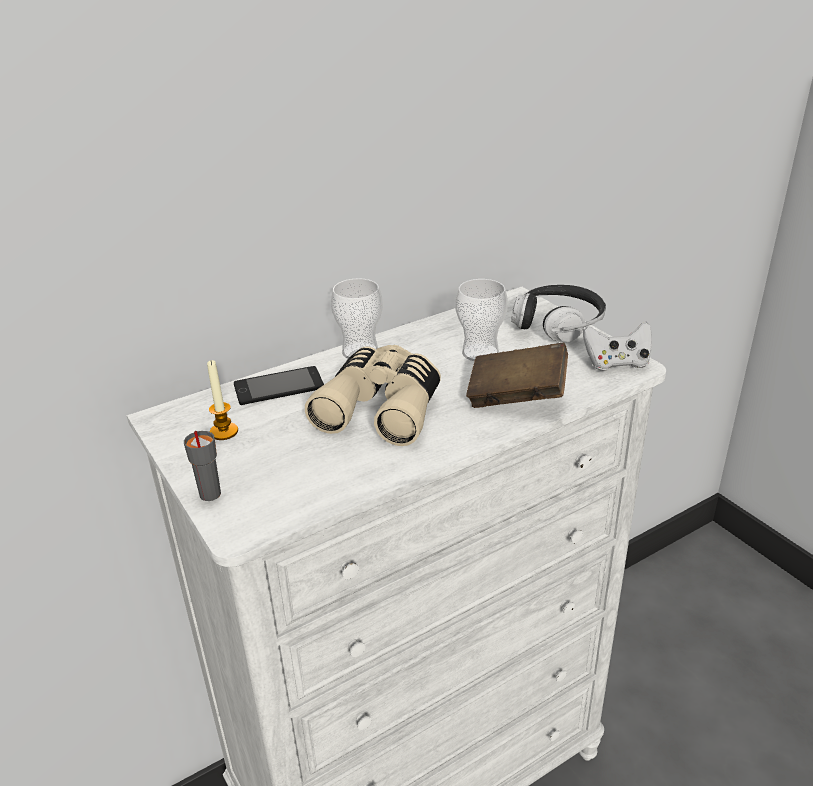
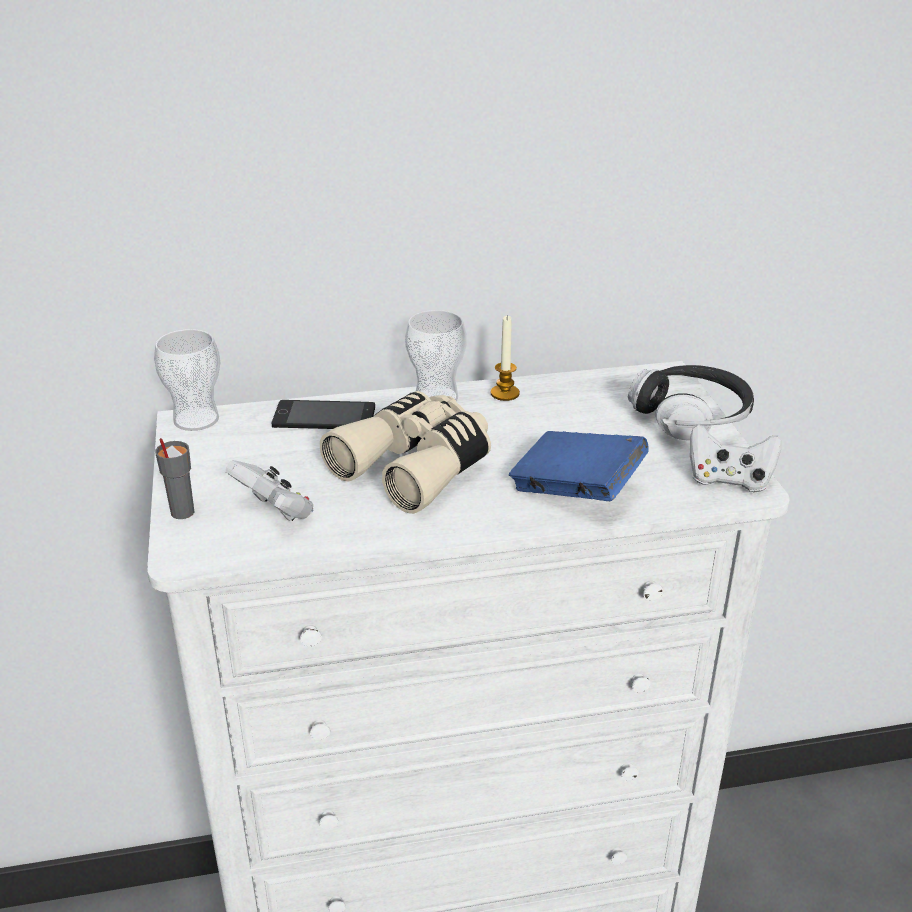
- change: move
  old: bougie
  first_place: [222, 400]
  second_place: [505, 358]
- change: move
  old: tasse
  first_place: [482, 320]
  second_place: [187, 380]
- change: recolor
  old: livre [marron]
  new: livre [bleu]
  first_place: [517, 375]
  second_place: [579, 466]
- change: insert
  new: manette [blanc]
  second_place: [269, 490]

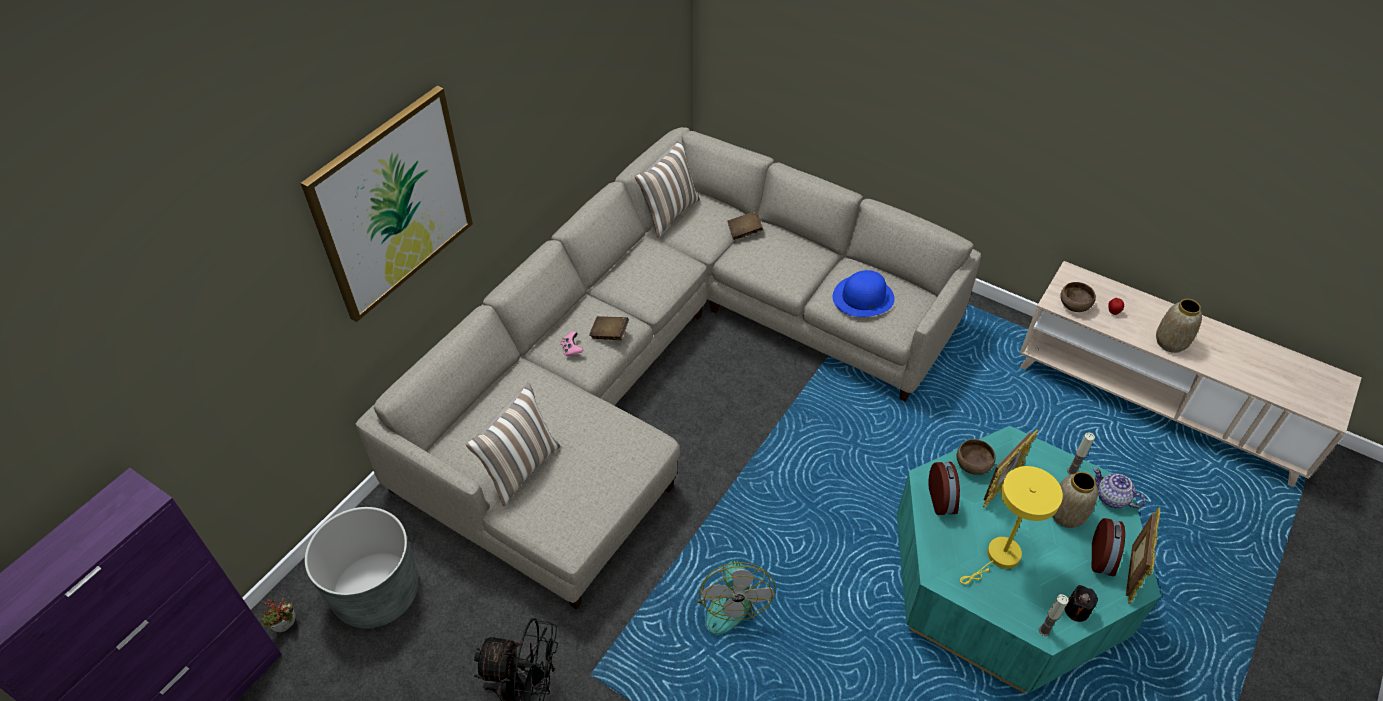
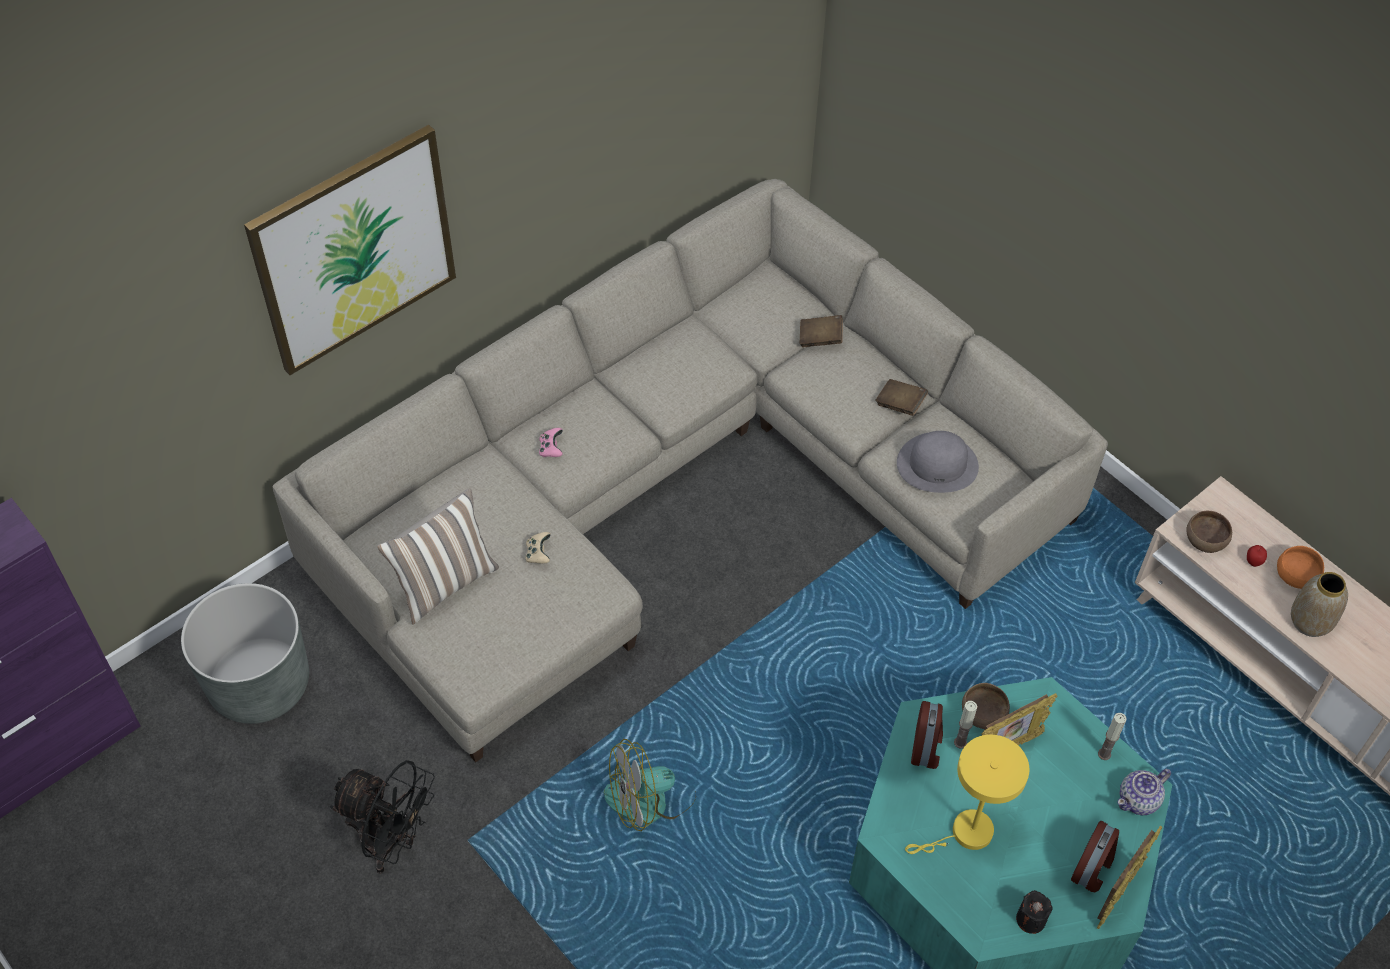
- change: delete
  old: plante en pot
  first_place: [279, 615]
- change: move
  old: livre [marron]
  first_place: [609, 328]
  second_place: [901, 397]
- change: delete
  old: coussin
  first_place: [667, 188]
- change: rotate
  old: ventilateur
  first_place: [736, 597]
  second_place: [650, 785]
  degrees: 60
- change: recolor
  old: chapeau [bleu]
  new: chapeau [gris]
  first_place: [864, 293]
  second_place: [938, 462]
- change: move
  old: bougie
  first_place: [1054, 615]
  second_place: [965, 725]
- change: delete
  old: vase
  first_place: [1075, 500]
- change: rotate
  old: théière
  first_place: [1119, 488]
  second_place: [1144, 792]
  degrees: -90
- change: insert
  new: manette [beige]
  second_place: [538, 548]
- change: insert
  new: bol [orange]
  second_place: [1300, 567]

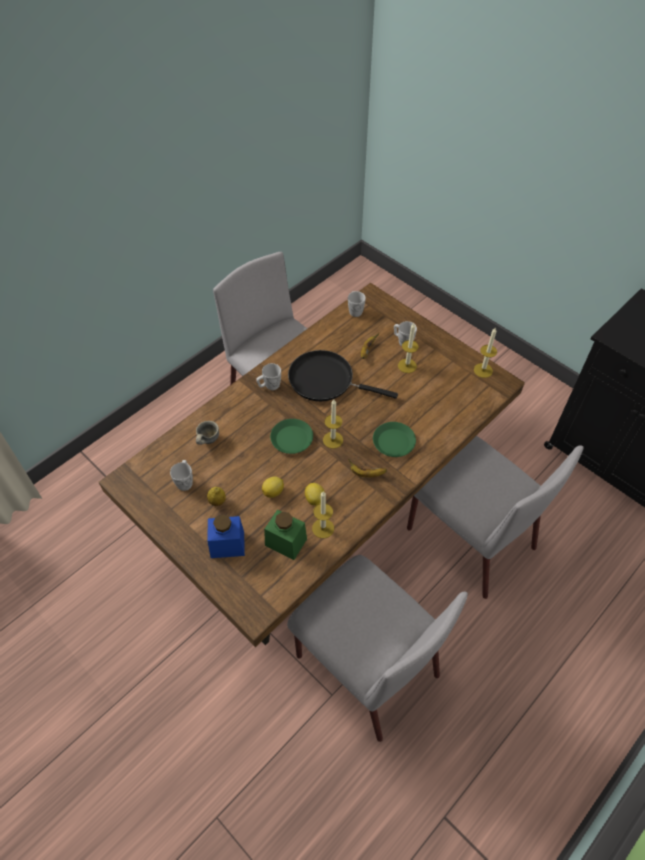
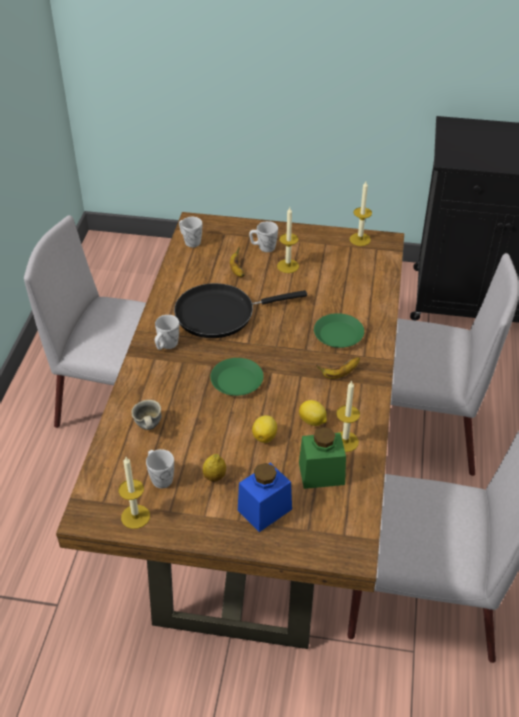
- change: move
  old: bougie
  first_place: [333, 424]
  second_place: [134, 493]

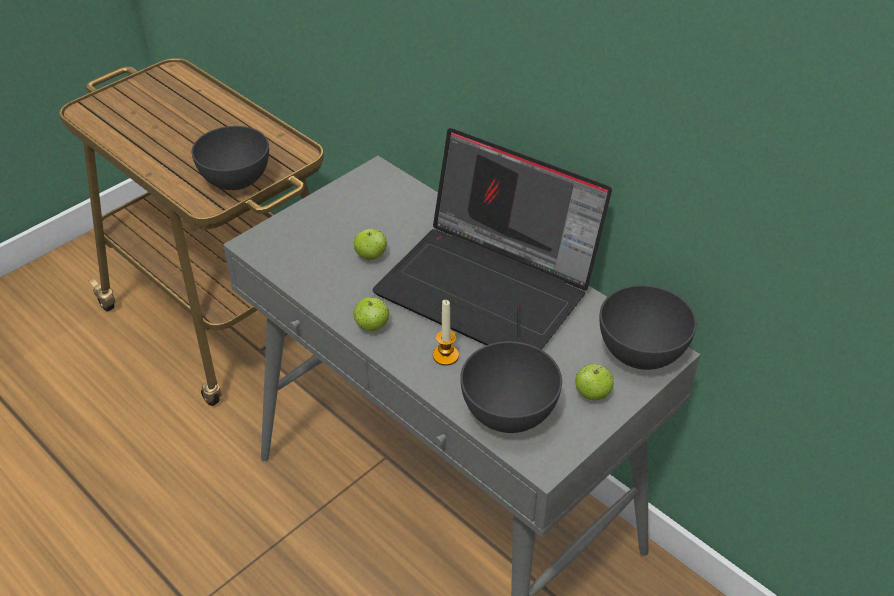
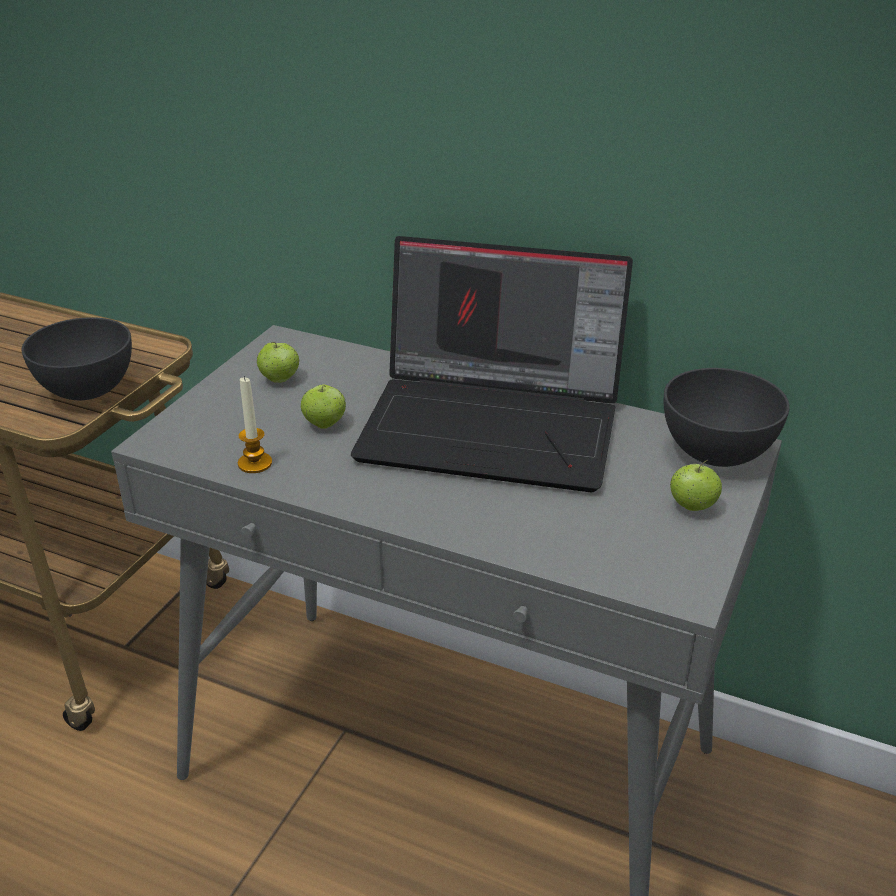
- change: move
  old: pomme
  first_place: [371, 314]
  second_place: [278, 362]
- change: move
  old: bougie
  first_place: [446, 333]
  second_place: [255, 424]
- change: delete
  old: bol [gris]
  first_place: [511, 387]

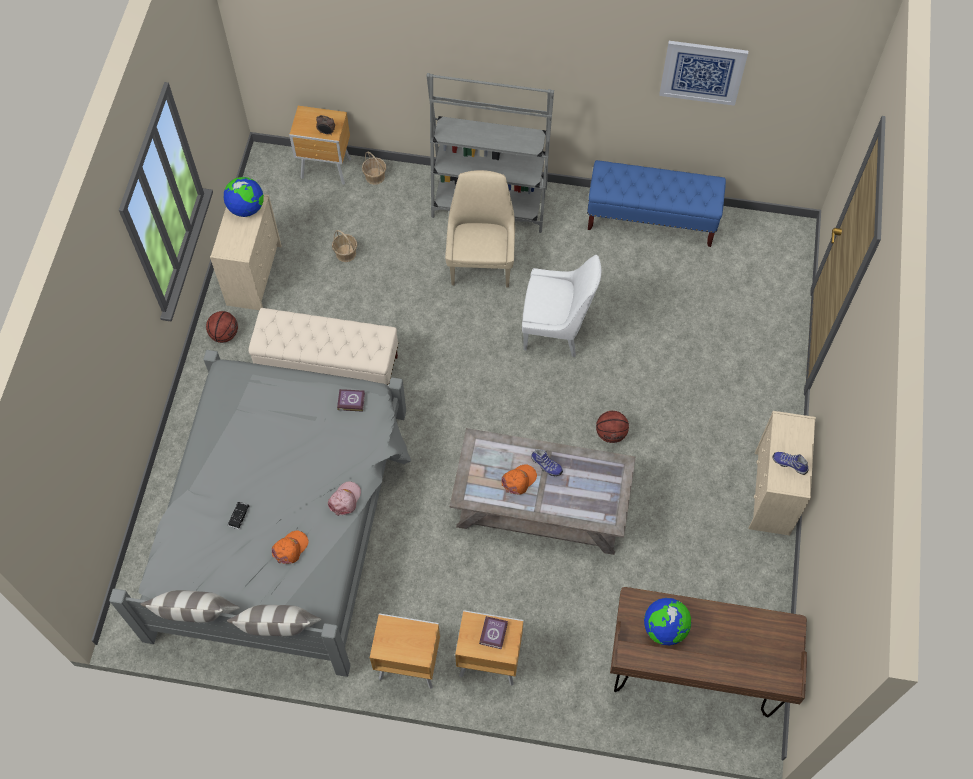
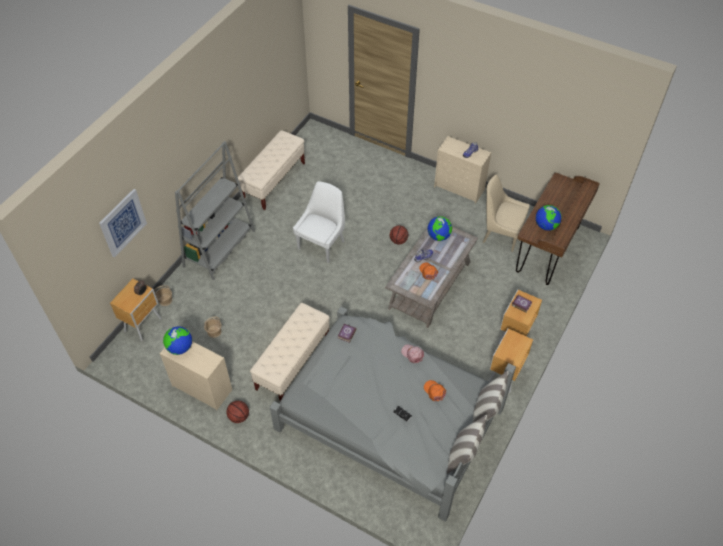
- change: move
  old: chaise [beige]
  first_place: [480, 228]
  second_place: [506, 213]
- change: recolor
  old: banc [bleu]
  new: banc [beige]
  first_place: [656, 203]
  second_place: [271, 170]
- change: move
  old: tableau
  first_place: [703, 73]
  second_place: [123, 223]
- change: insert
  new: globe
  second_place: [439, 228]

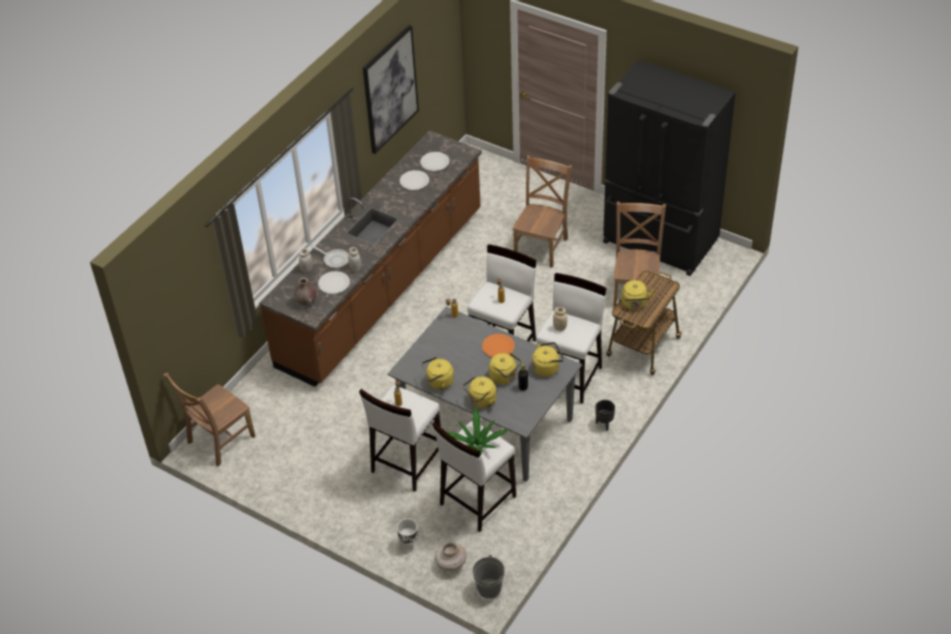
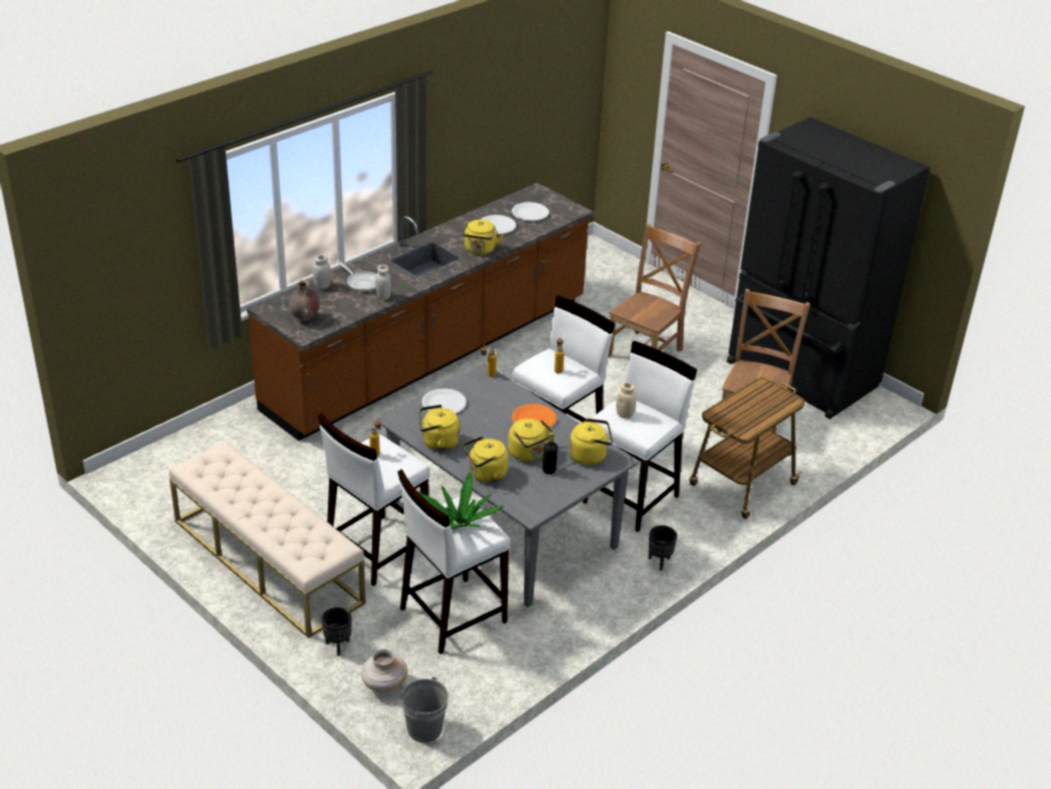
- change: delete
  old: chaise [marron]
  first_place: [209, 420]
- change: move
  old: assiette [blanc]
  first_place: [334, 282]
  second_place: [444, 400]
- change: delete
  old: tableau
  first_place: [391, 89]
- change: recolor
  old: cache-pot [blanc]
  new: cache-pot [noir]
  first_place: [407, 534]
  second_place: [337, 631]
- change: move
  old: bouilloire [jaune]
  first_place: [637, 295]
  second_place: [483, 237]
- change: insert
  new: banc [beige]
  second_place: [267, 539]

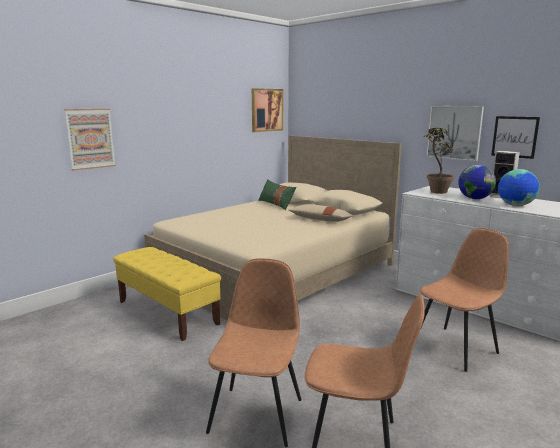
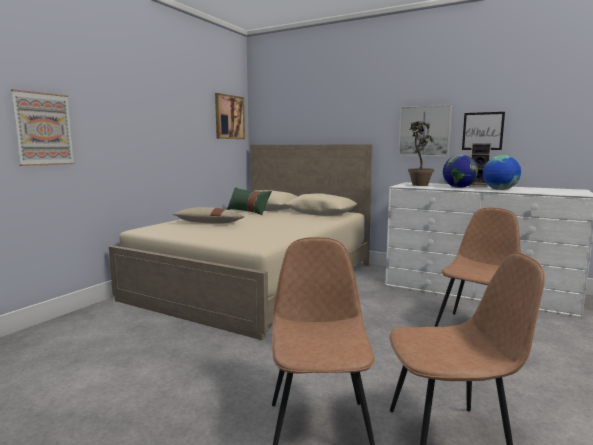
- change: delete
  old: banc [jaune]
  first_place: [167, 294]
- change: move
  old: coussin [beige]
  first_place: [321, 213]
  second_place: [208, 215]

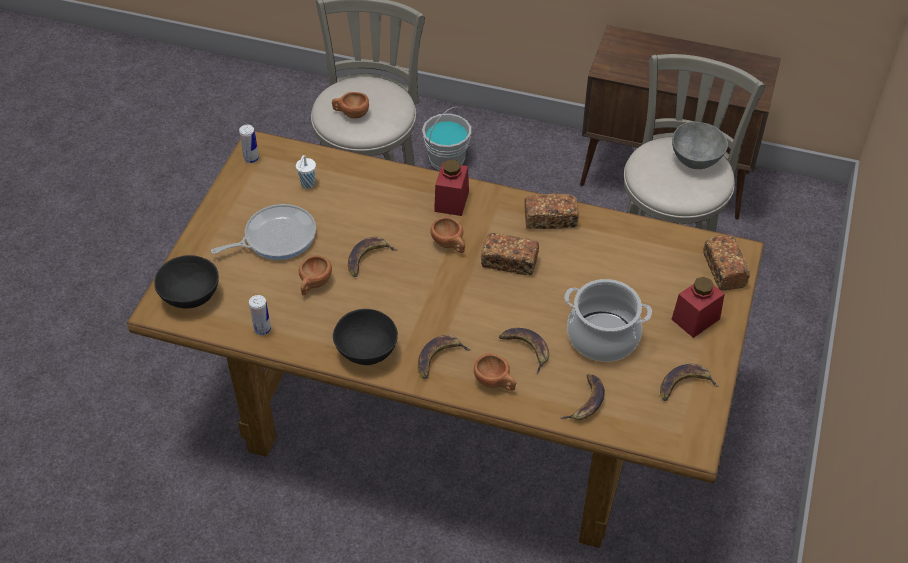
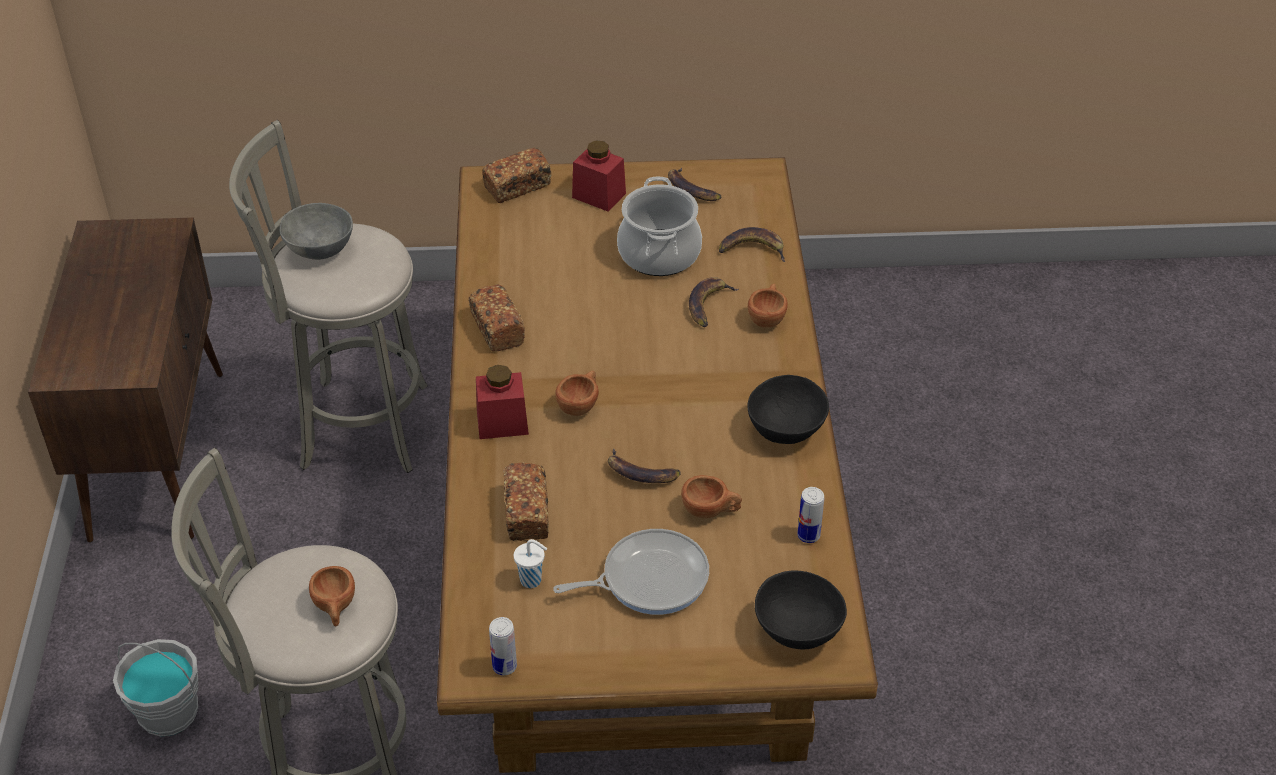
- change: rotate
  old: poêle
  first_place: [263, 232]
  second_place: [631, 572]
  degrees: 120
- change: delete
  old: banane
  first_place: [444, 357]
- change: move
  old: pain
  first_place: [510, 254]
  second_place: [526, 501]

